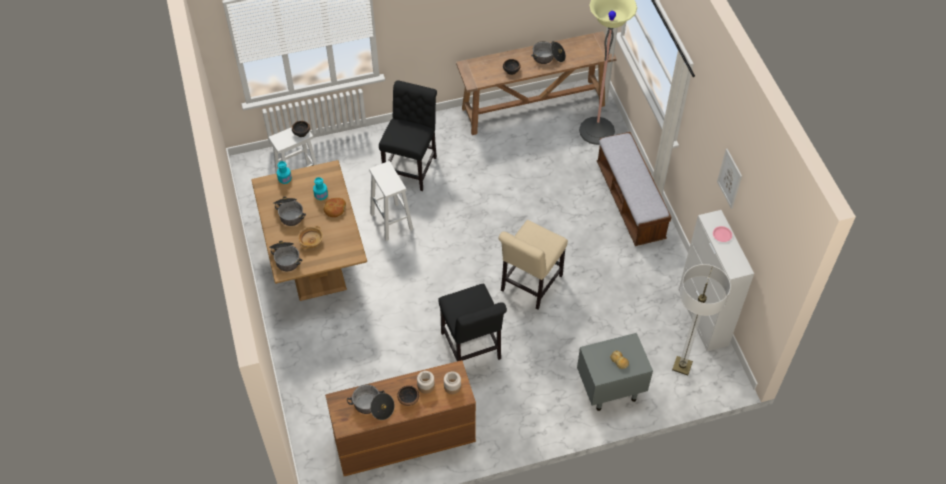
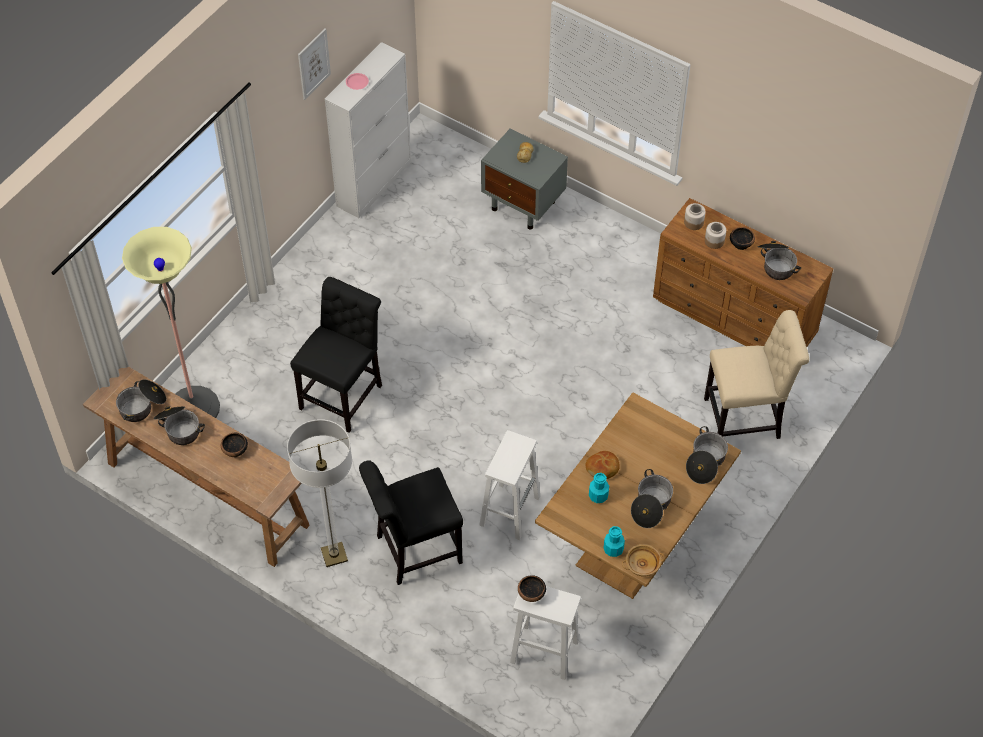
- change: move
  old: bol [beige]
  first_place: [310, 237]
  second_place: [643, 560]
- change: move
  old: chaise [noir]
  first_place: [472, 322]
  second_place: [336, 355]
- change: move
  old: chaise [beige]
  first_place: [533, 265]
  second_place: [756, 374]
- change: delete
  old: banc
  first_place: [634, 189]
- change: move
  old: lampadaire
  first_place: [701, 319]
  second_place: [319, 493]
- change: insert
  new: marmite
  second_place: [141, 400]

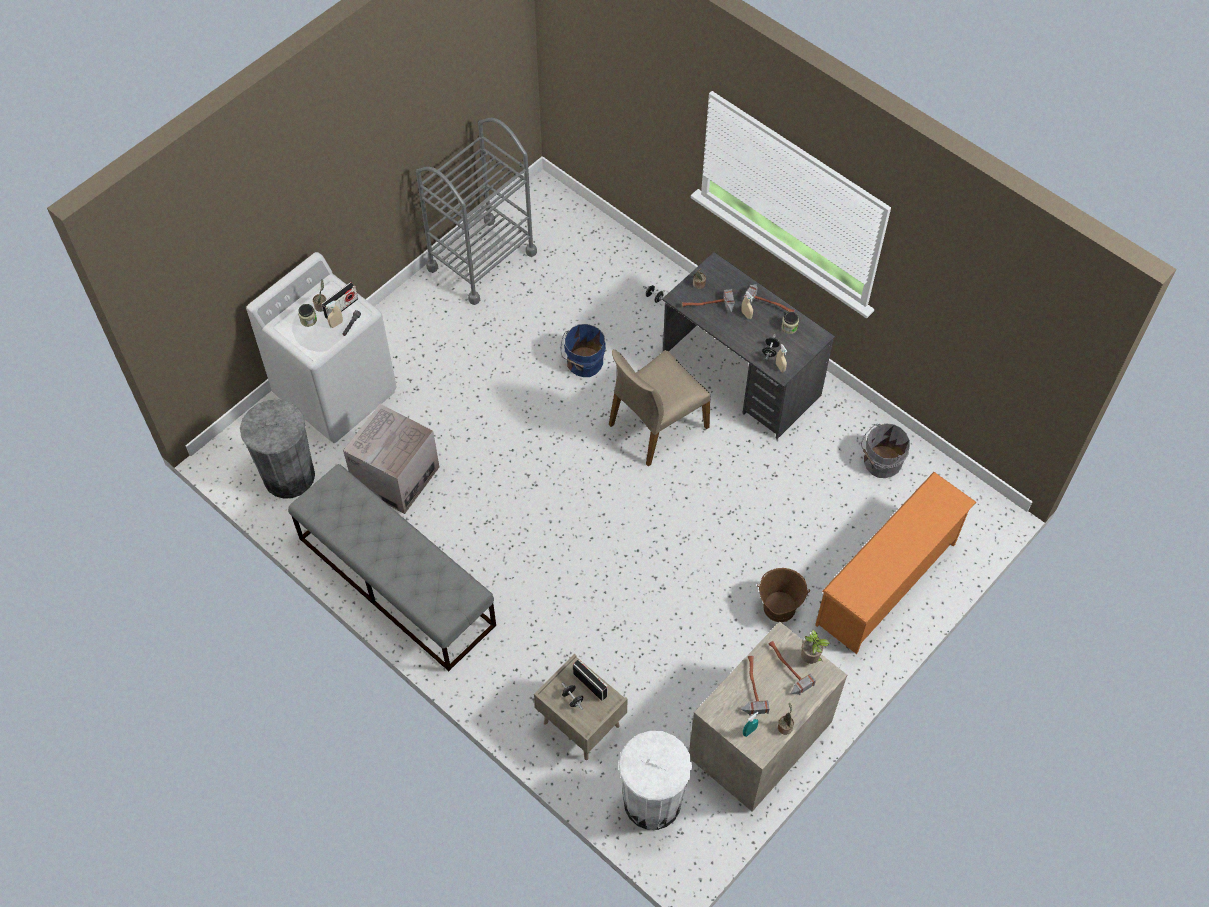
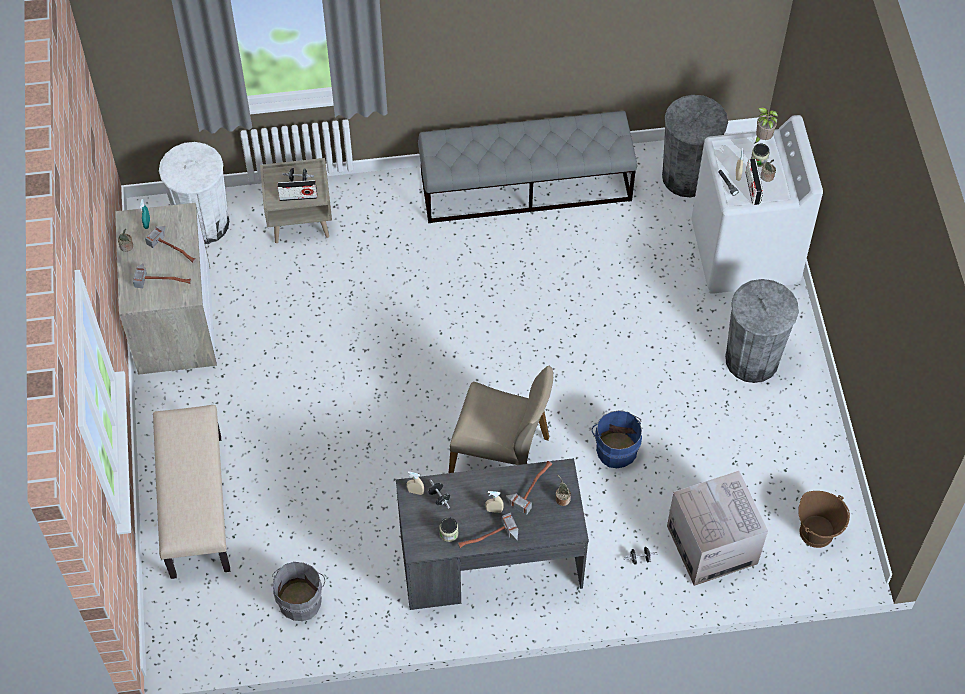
- change: move
  old: carton
  first_place: [391, 459]
  second_place: [717, 528]
- change: delete
  old: chariot [gris]
  first_place: [476, 211]
- change: rotate
  old: chaise [beige]
  first_place: [659, 407]
  second_place: [501, 419]
  degrees: 105
- change: move
  old: seau [marron]
  first_place: [783, 595]
  second_place: [824, 519]
- change: move
  old: plante en pot
  first_place: [815, 646]
  second_place: [766, 126]
- change: replace
  old: étagère à chaussures [orange]
  new: banc [beige]
  first_place: [895, 563]
  second_place: [191, 492]
- change: insert
  new: poubelle [gris]
  second_place: [762, 331]

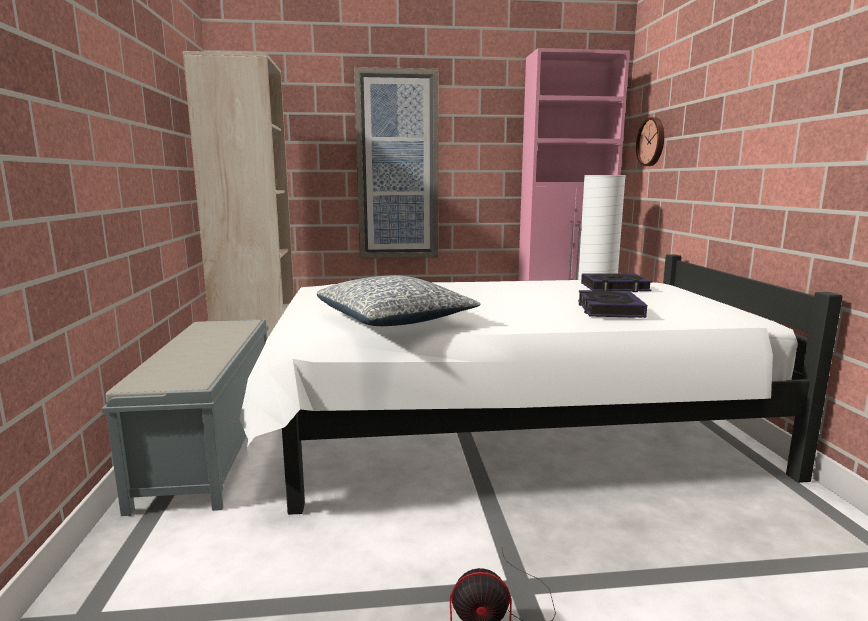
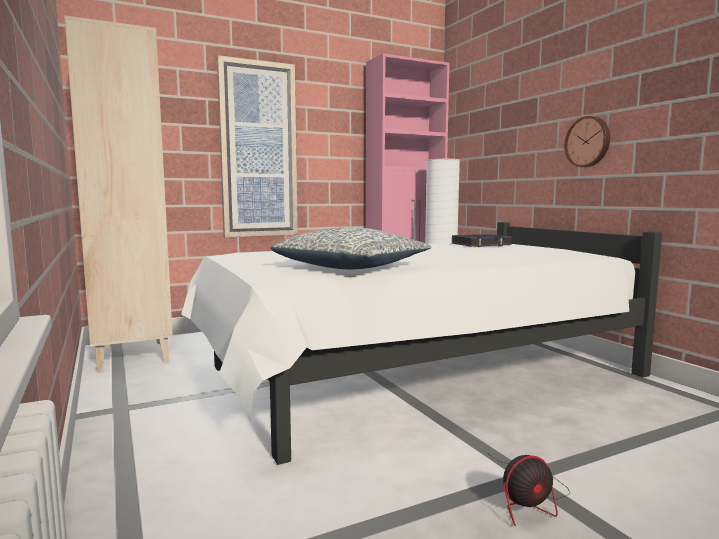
- change: delete
  old: banc [gris]
  first_place: [184, 417]
- change: delete
  old: livre
  first_place: [612, 304]
- change: move
  old: horloge murale
  first_place: [650, 141]
  second_place: [587, 141]

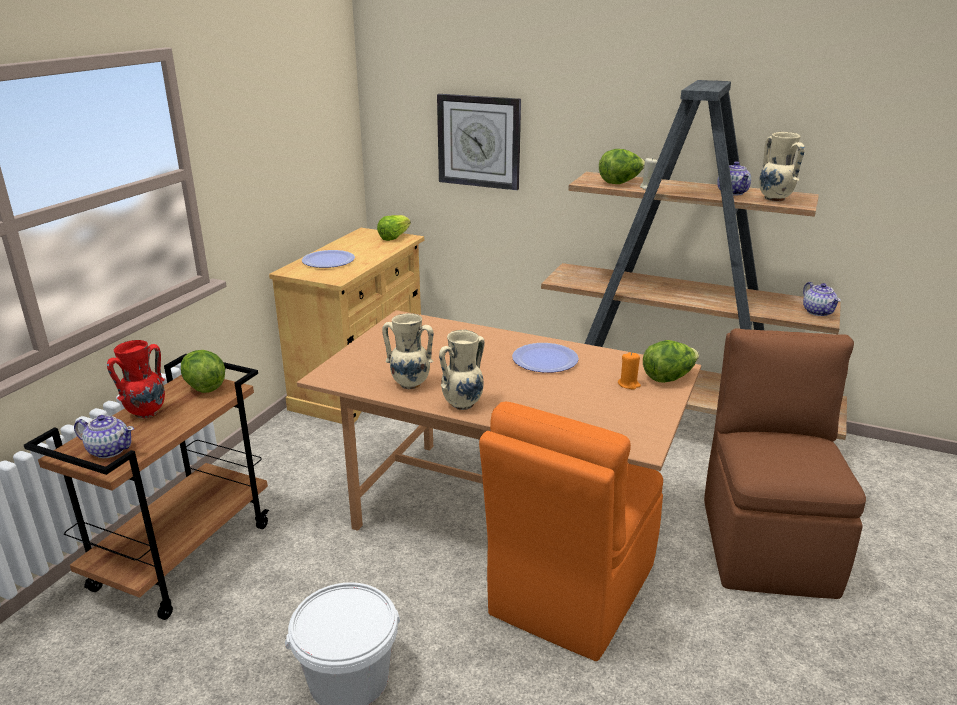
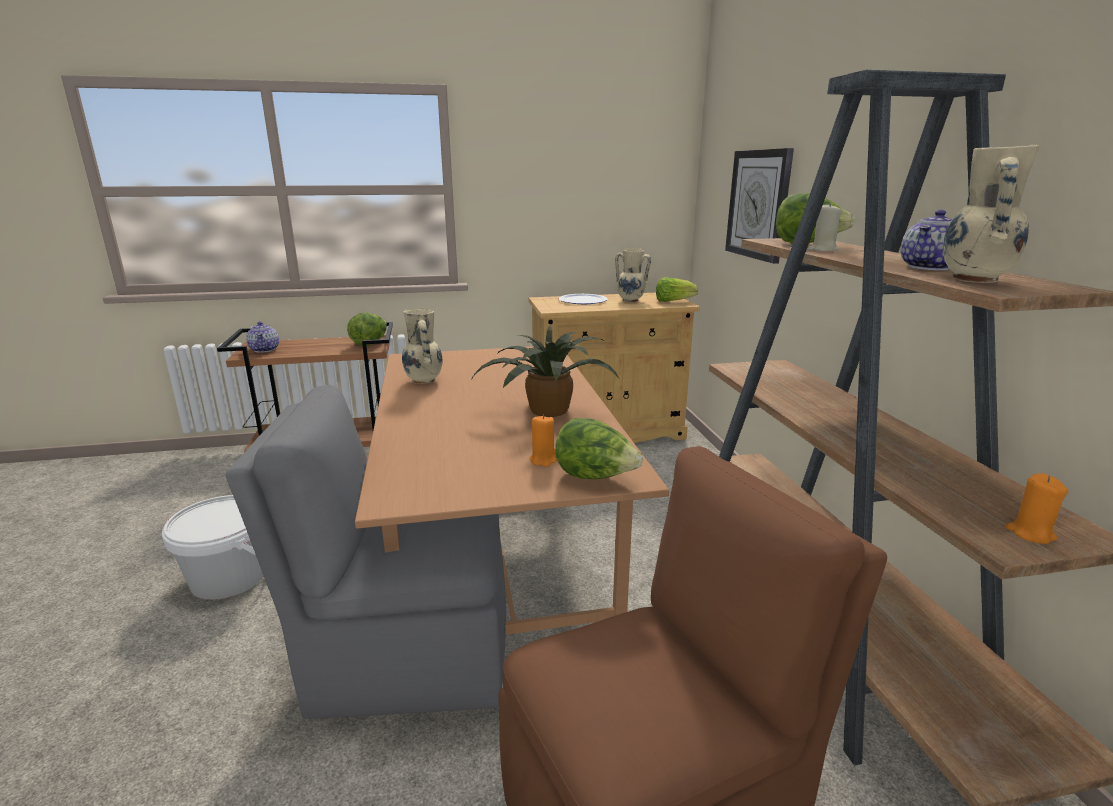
- change: delete
  old: vase [rouge]
  first_place: [136, 379]
- change: move
  old: vase [beige]
  first_place: [462, 370]
  second_place: [633, 275]
- change: recolor
  old: chaise [orange]
  new: chaise [gris]
  first_place: [571, 531]
  second_place: [366, 552]
- change: replace
  old: assiette
  new: plante en pot
  first_place: [545, 358]
  second_place: [544, 371]
- change: replace
  old: théière
  new: bougie [orange]
  first_place: [822, 299]
  second_place: [1036, 508]

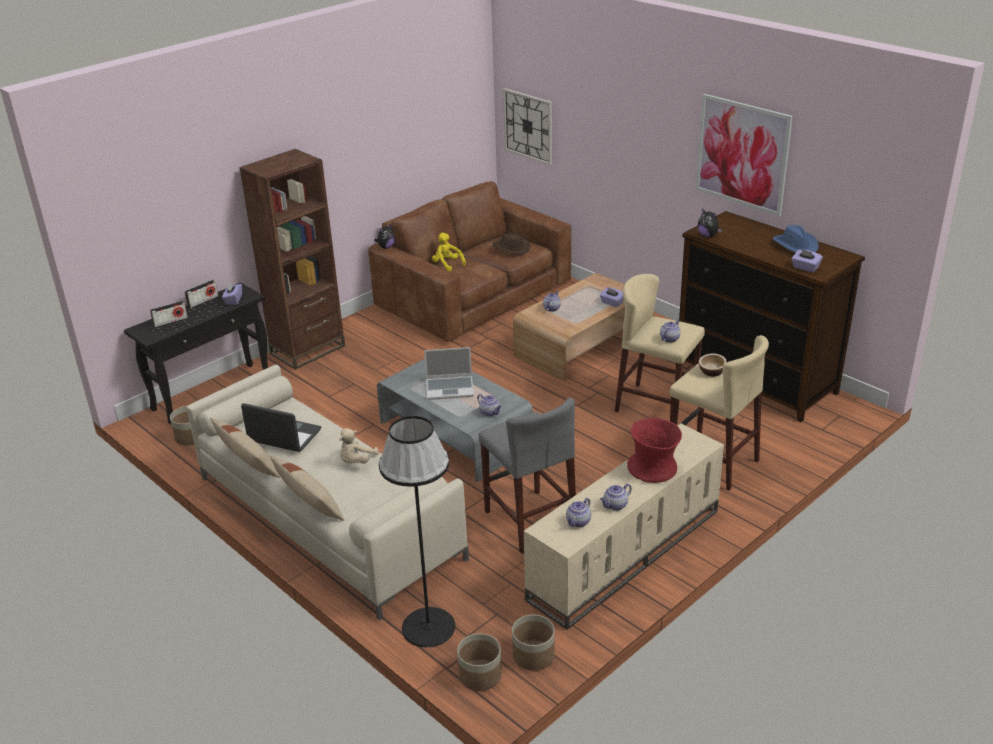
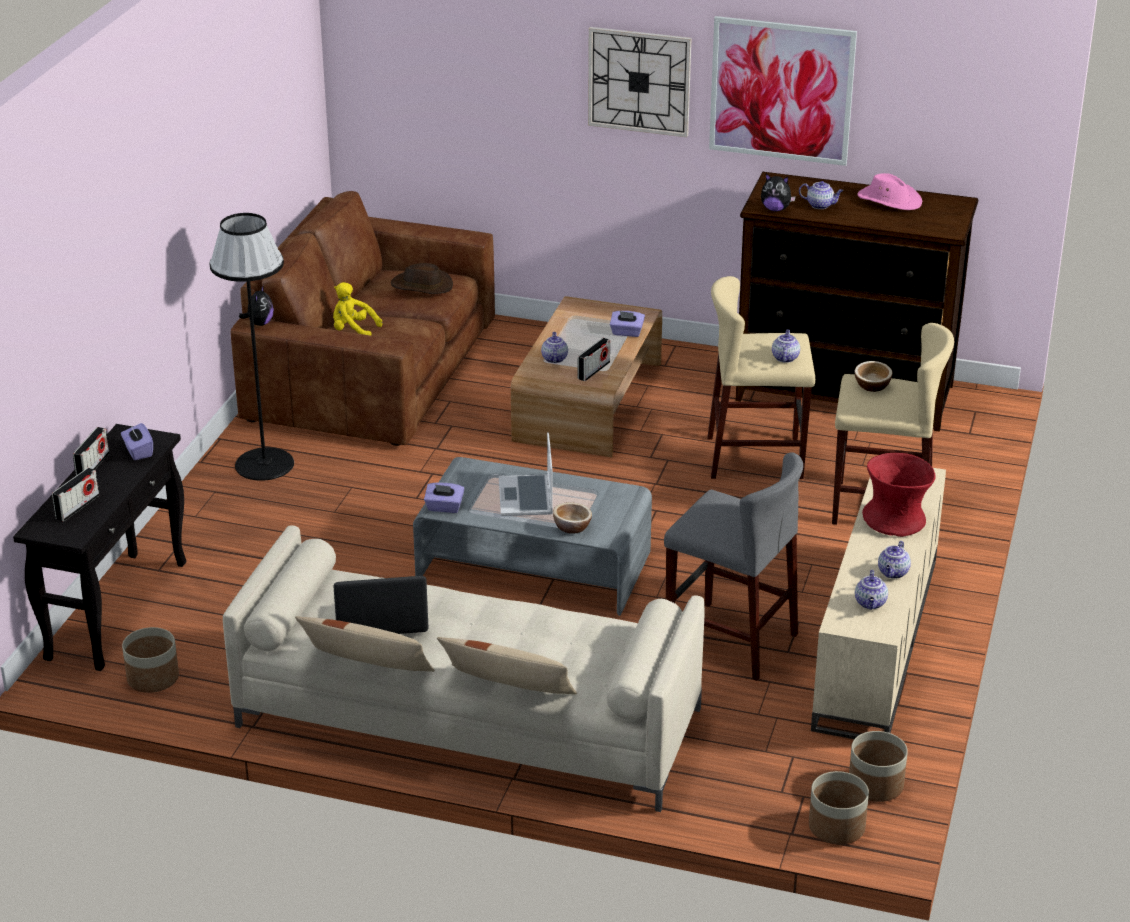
- change: delete
  old: bibliothèque [marron]
  first_place: [292, 259]
- change: delete
  old: peluche [beige]
  first_place: [359, 446]
- change: move
  old: lampadaire [noir]
  first_place: [417, 531]
  second_place: [251, 346]
- change: rotate
  old: ordinateur portable
  first_place: [449, 373]
  second_place: [526, 474]
  degrees: 120
- change: move
  old: théière
  first_place: [489, 405]
  second_place: [821, 195]
- change: move
  old: horloge murale
  first_place: [527, 126]
  second_place: [640, 82]
- change: recolor
  old: chapeau [bleu]
  new: chapeau [rose]
  first_place: [796, 239]
  second_place: [889, 191]
- change: move
  old: boîte à mouchoirs [violet]
  first_place: [807, 260]
  second_place: [444, 498]
- change: insert
  new: bol
  second_place: [572, 518]
- change: insert
  new: radio
  second_place: [593, 359]

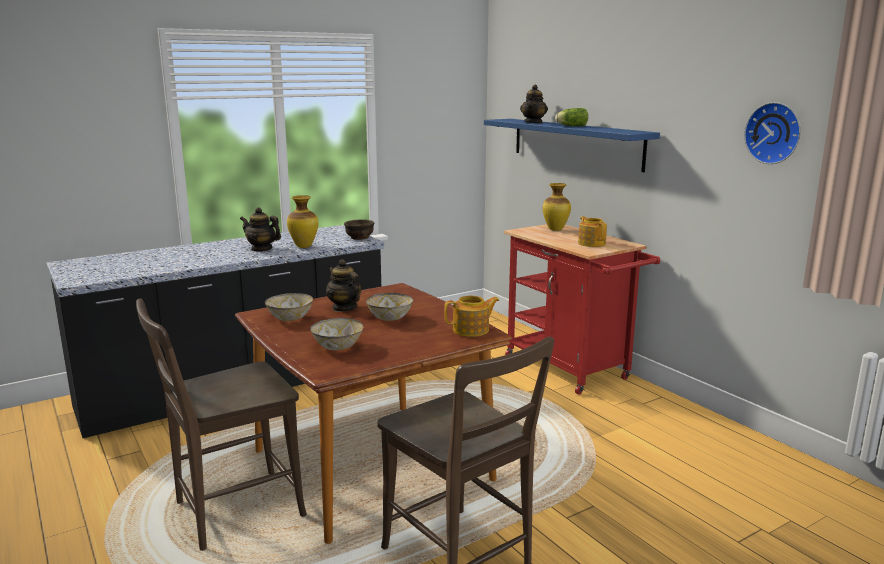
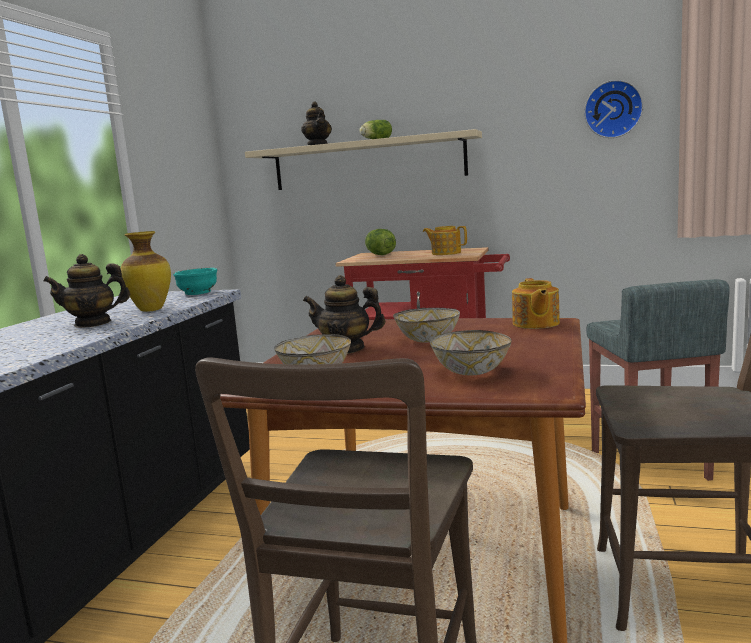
- change: recolor
  old: bol [marron]
  new: bol [turquoise]
  first_place: [359, 229]
  second_place: [195, 281]
- change: rotate
  old: théière
  first_place: [471, 316]
  second_place: [536, 303]
  degrees: 150
- change: recolor
  old: étagère [bleu]
  new: étagère [beige]
  first_place: [572, 145]
  second_place: [363, 159]
- change: replace
  old: vase
  new: laitue
  first_place: [557, 207]
  second_place: [380, 242]
- change: insert
  new: tabouret [gris]
  second_place: [658, 380]

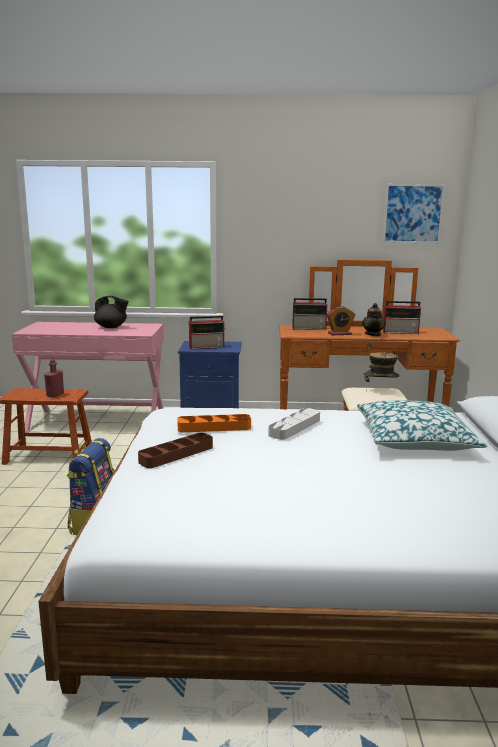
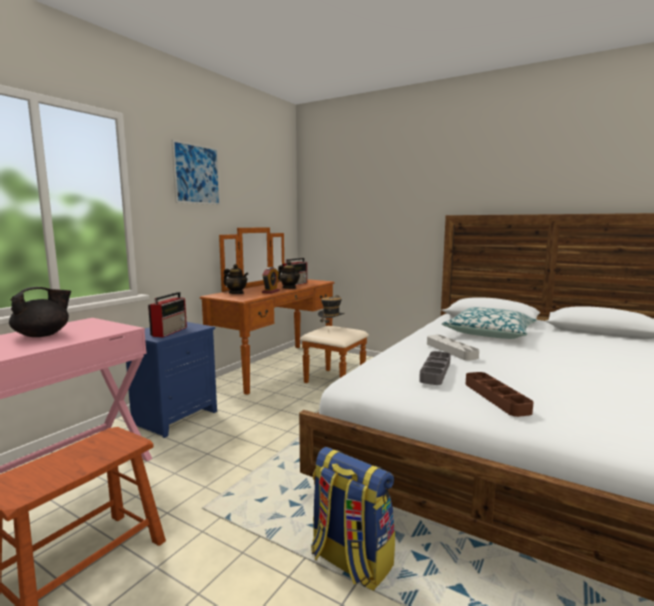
- change: delete
  old: bouteille [rouge]
  first_place: [54, 378]
- change: recolor
  old: plateau [orange]
  new: plateau [gris]
  first_place: [214, 423]
  second_place: [435, 368]
- change: replace
  old: radio
  new: théière
  first_place: [310, 314]
  second_place: [236, 279]
- change: move
  old: tableau
  first_place: [414, 213]
  second_place: [196, 172]

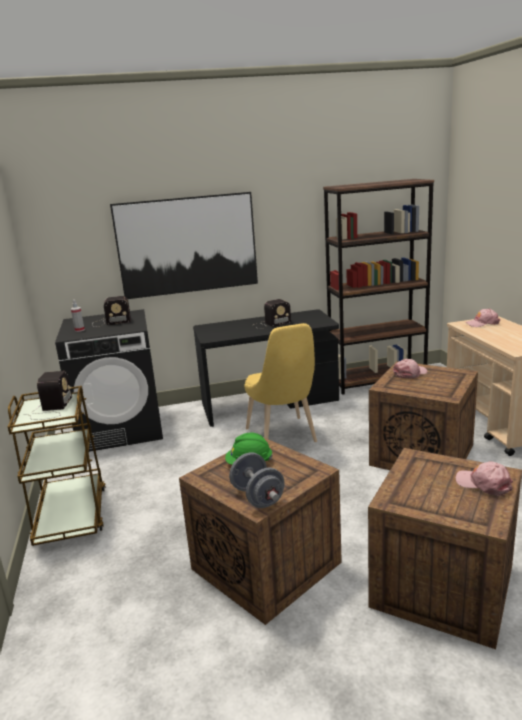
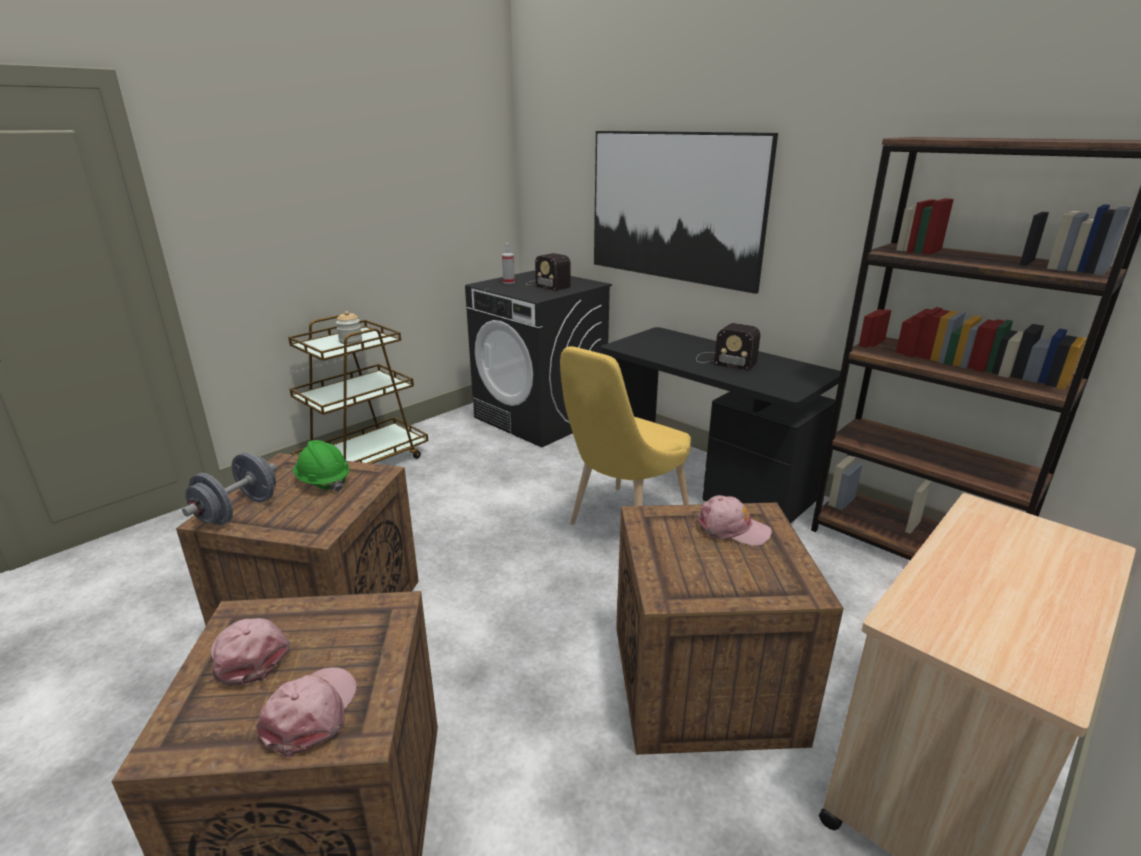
- change: replace
  old: radio
  new: bocal
  first_place: [51, 395]
  second_place: [349, 327]
- change: move
  old: casquette [rose]
  first_place: [483, 317]
  second_place: [250, 652]

